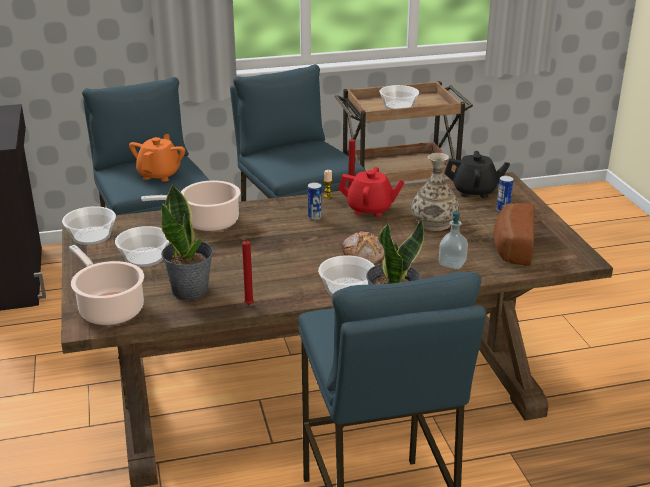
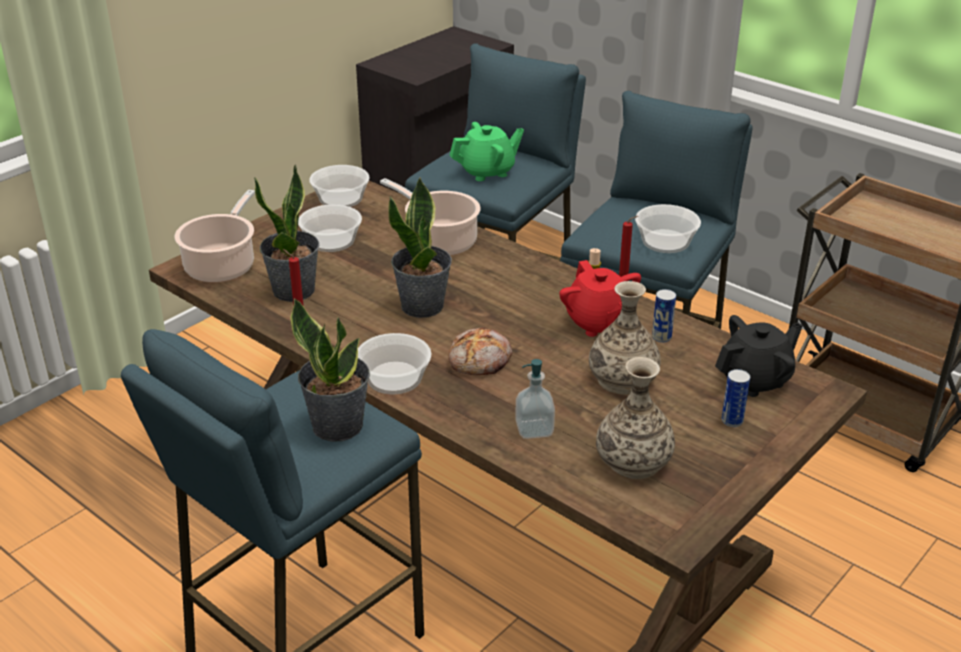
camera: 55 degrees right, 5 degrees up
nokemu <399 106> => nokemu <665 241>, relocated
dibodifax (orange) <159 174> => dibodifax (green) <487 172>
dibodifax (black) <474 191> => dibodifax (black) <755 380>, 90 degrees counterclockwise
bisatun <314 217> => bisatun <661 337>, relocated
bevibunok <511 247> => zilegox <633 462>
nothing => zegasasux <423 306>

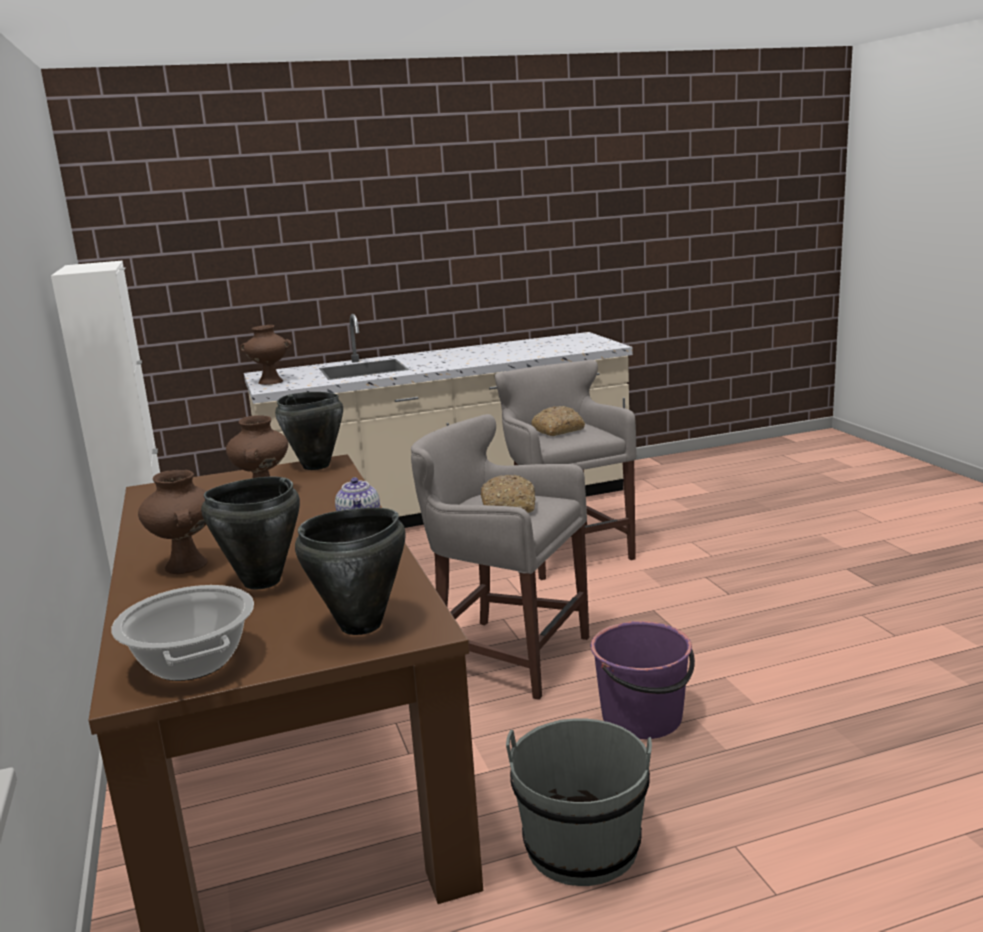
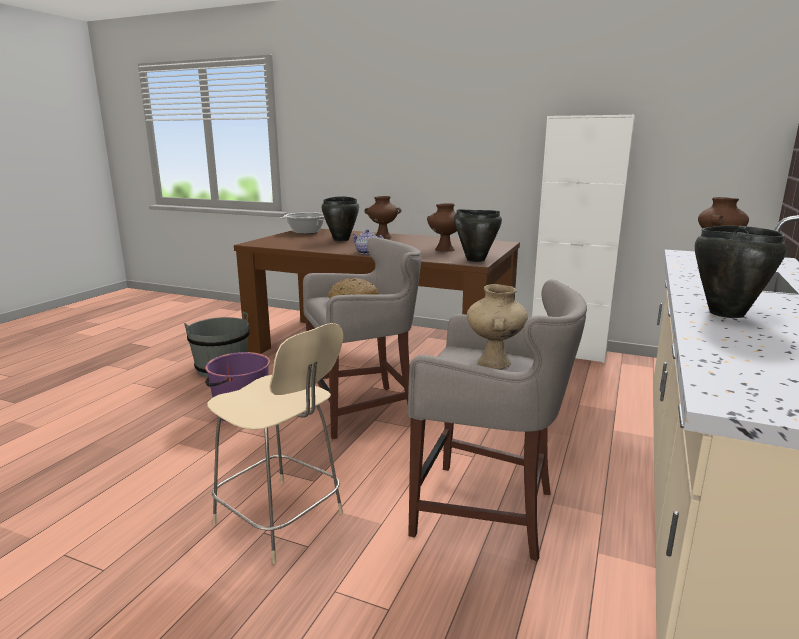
camera: 130 degrees right, 0 degrees up
bevibunok <558 430> => zilegox (beige) <495 363>
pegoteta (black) <361 625> => pegoteta (black) <725 313>, relocated
nothing => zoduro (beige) <282 520>

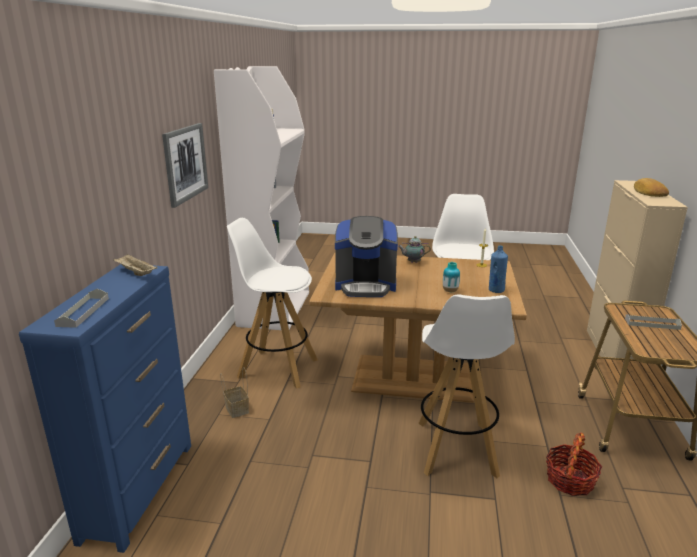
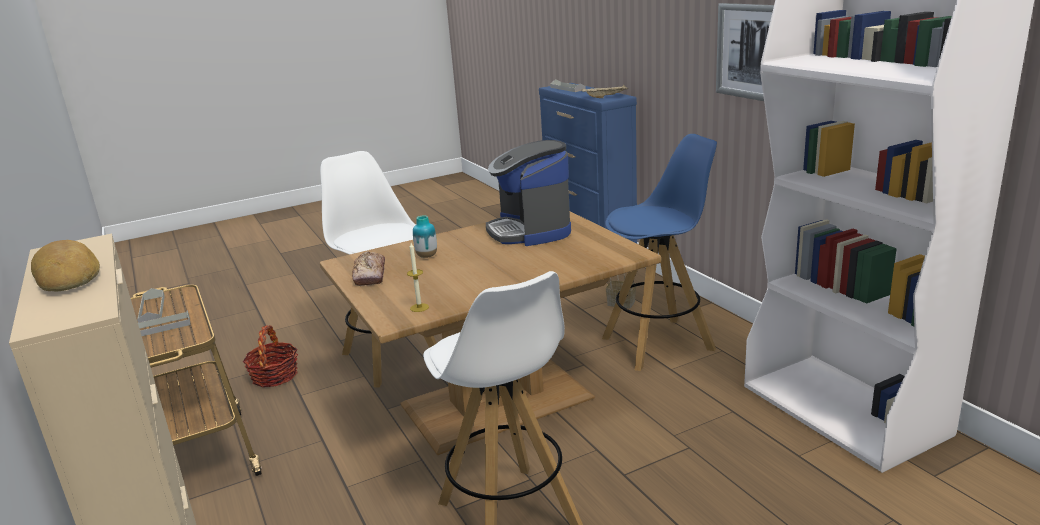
camera: 145 degrees right, 0 degrees up
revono <365 286> => revono <530 231>, 75 degrees counterclockwise
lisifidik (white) <277 368> => lisifidik (blue) <659 343>
dibodifax <413 262> => nothing
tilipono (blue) <496 290> => bevibunok <370 275>
nothing => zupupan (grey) <152 310>

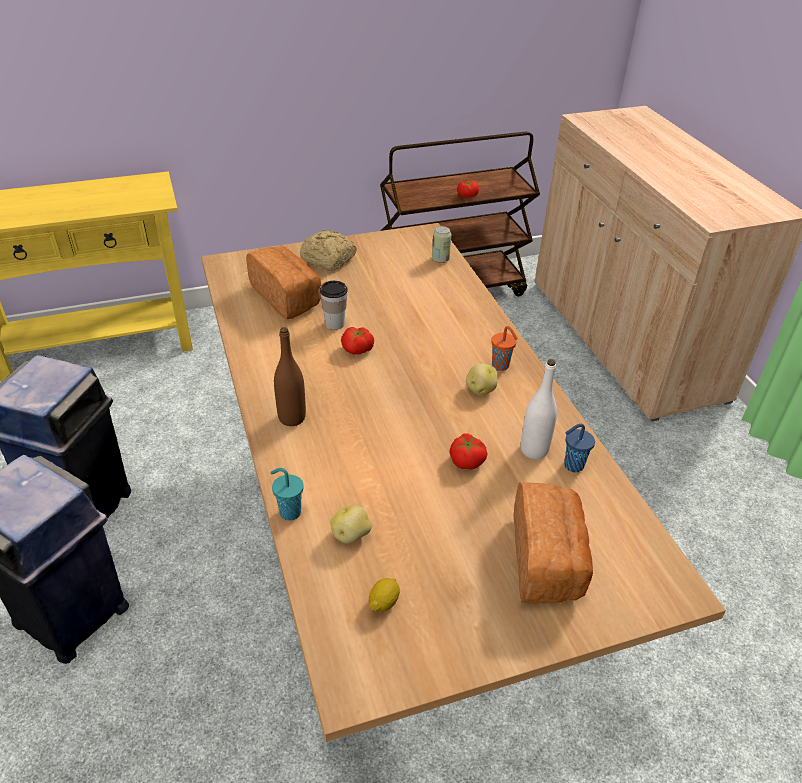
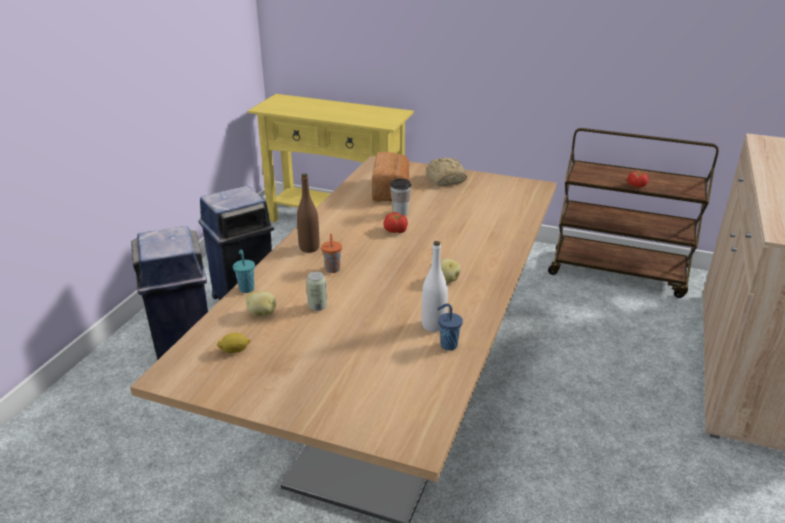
camera: 40 degrees right, 10 degrees down
bisatun <440 259> => bisatun <317 306>, relocated
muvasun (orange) <501 366> => muvasun (orange) <332 270>, relocated
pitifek <467 460> => nothing
bevibunok <547 560> => nothing

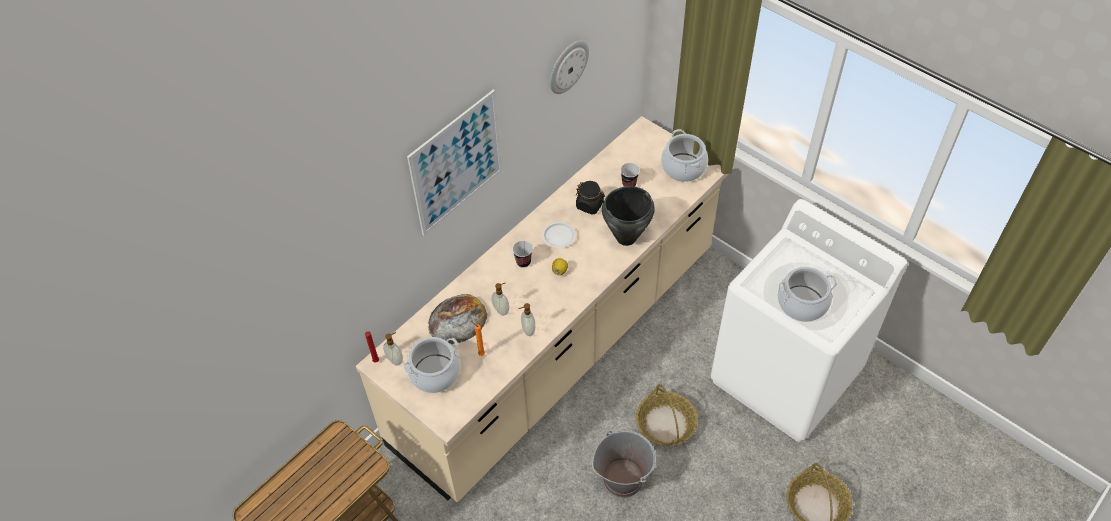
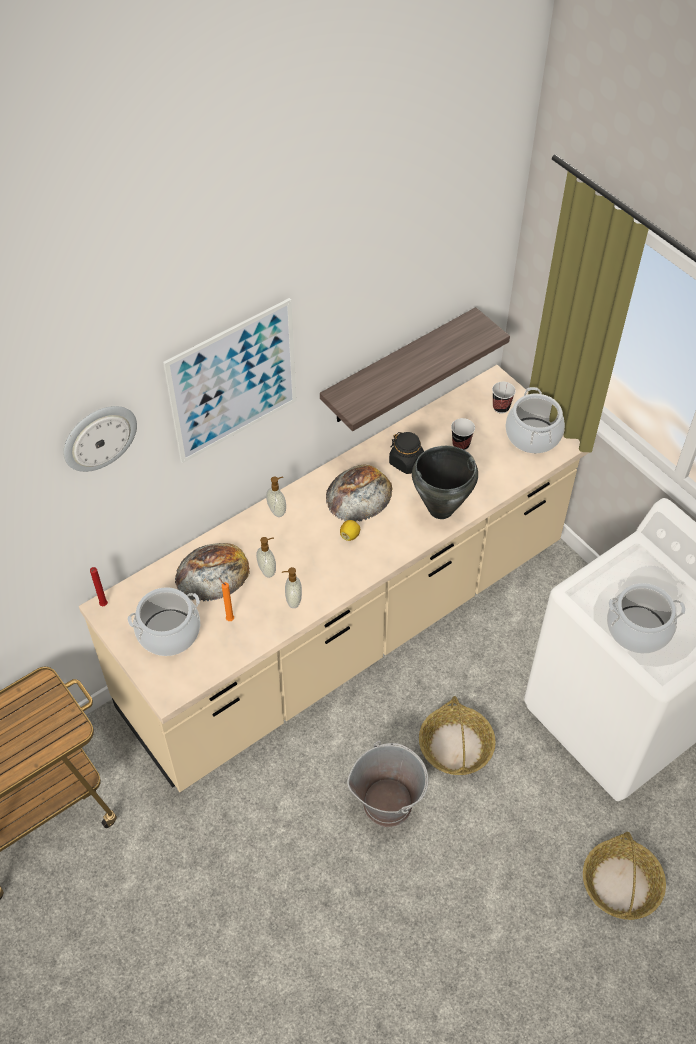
camera: 10 degrees right, 0 degrees up
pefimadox <567 66> => pefimadox <99 437>, relocated
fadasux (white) <558 236> => bevibunok <359 494>
muvasun <523 262> => muvasun <501 407>, relocated
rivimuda <395 359> => rivimuda <277 510>, relocated
nothing => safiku <399 367>

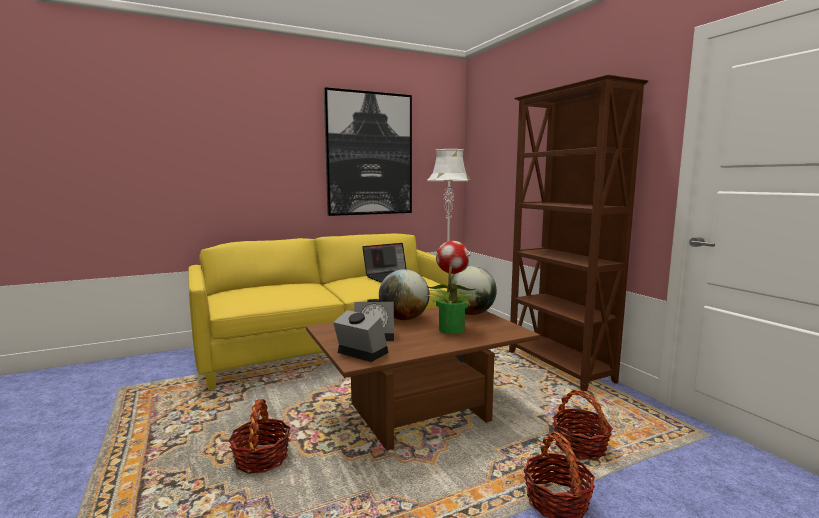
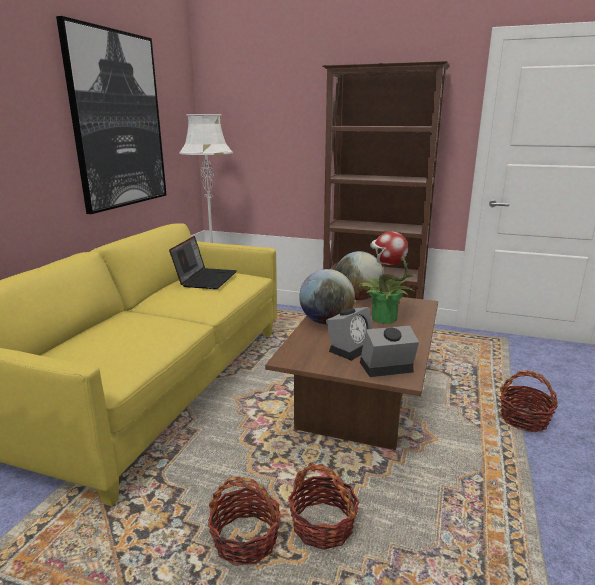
camera: 45 degrees left, 10 degrees up
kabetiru <580 446> => kabetiru <246 540>, relocated

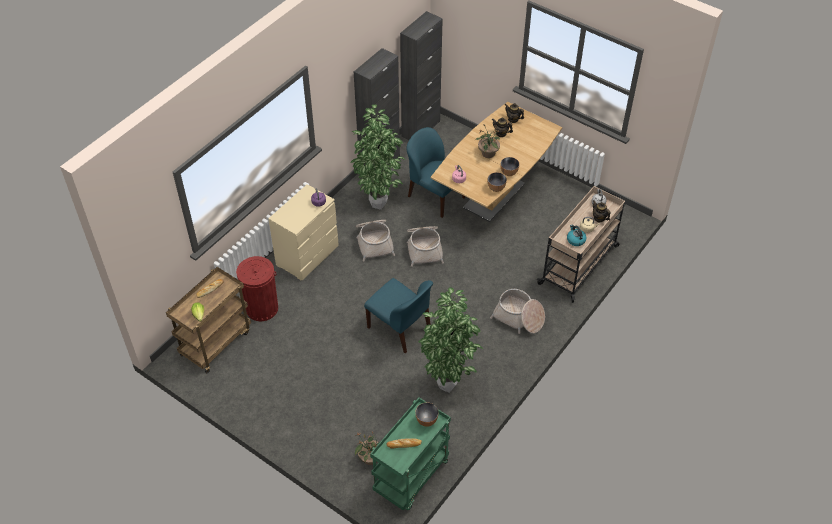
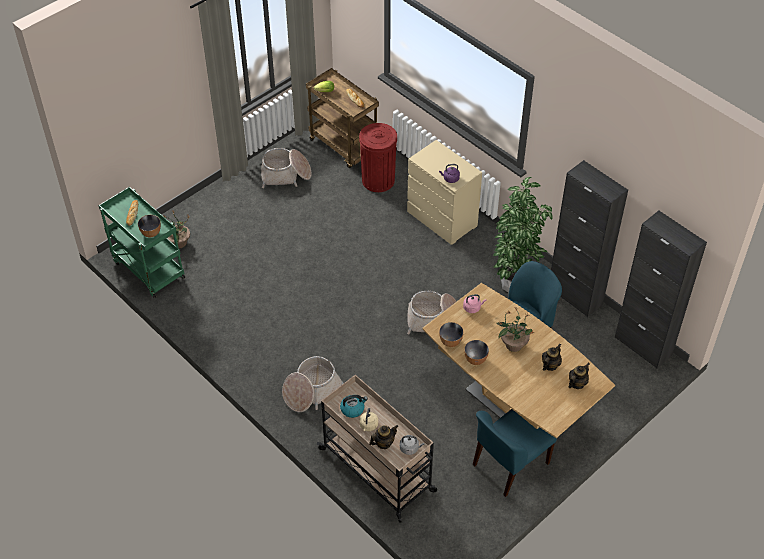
camera: 100 degrees right, 0 degrees up
kabetiru <374 242> => kabetiru <286 175>, relocated
zoduro (blue) <400 329> => zoduro (blue) <509 465>, relocated
zegasasux <448 383> => nothing

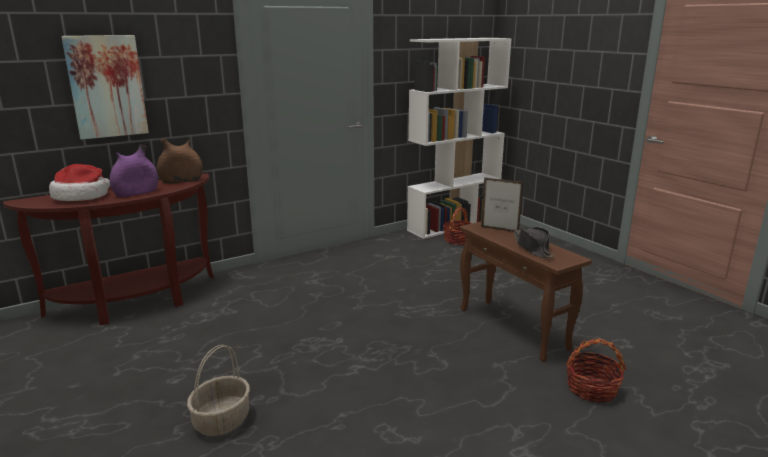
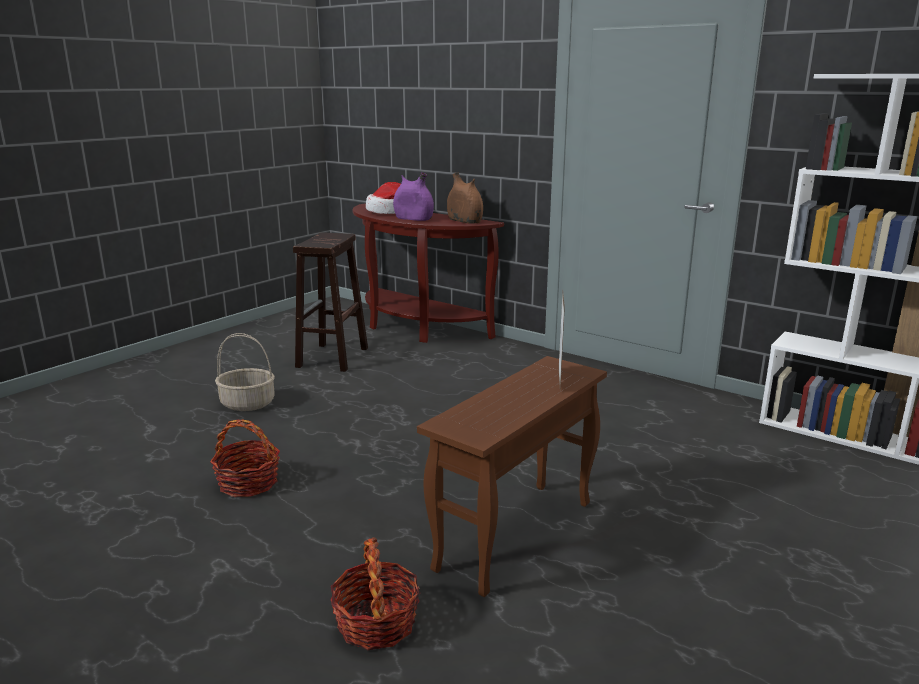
camera: 70 degrees right, 0 degrees up
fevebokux <106 86> => nothing
kabetiru <458 240> => kabetiru <248 483>, relocated
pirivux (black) <532 248> => nothing
nothing => lisifidik (brown) <332 358>

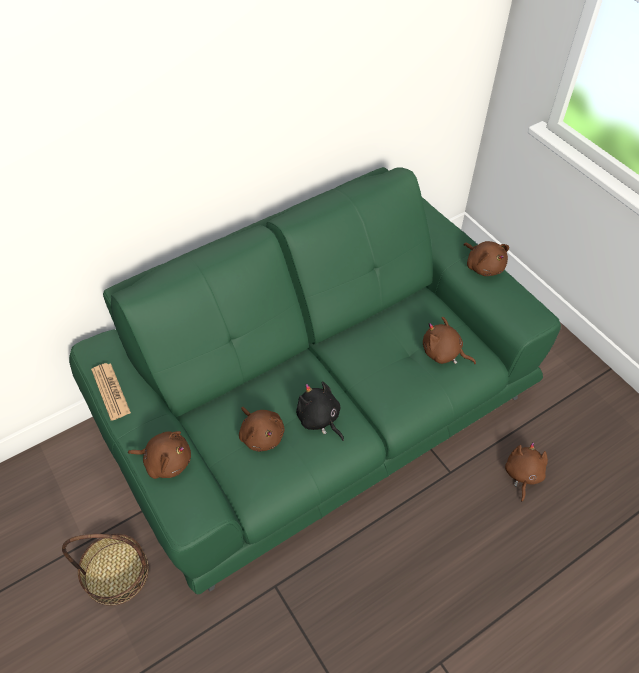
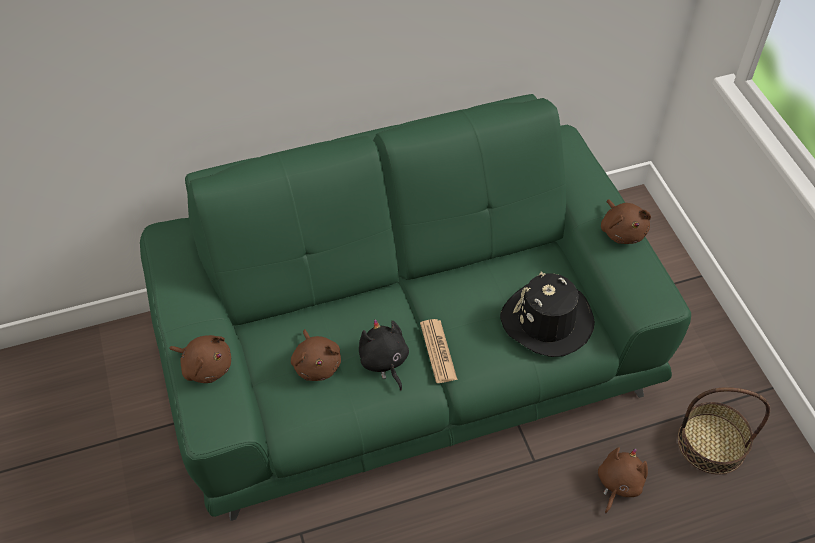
camera: 15 degrees right, 0 degrees up
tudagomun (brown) <443 353> => pirivux (black) <547 321>
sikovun <111 391> => sikovun <438 351>, relocated
kabetiru <116 573> => kabetiru <711 443>, relocated

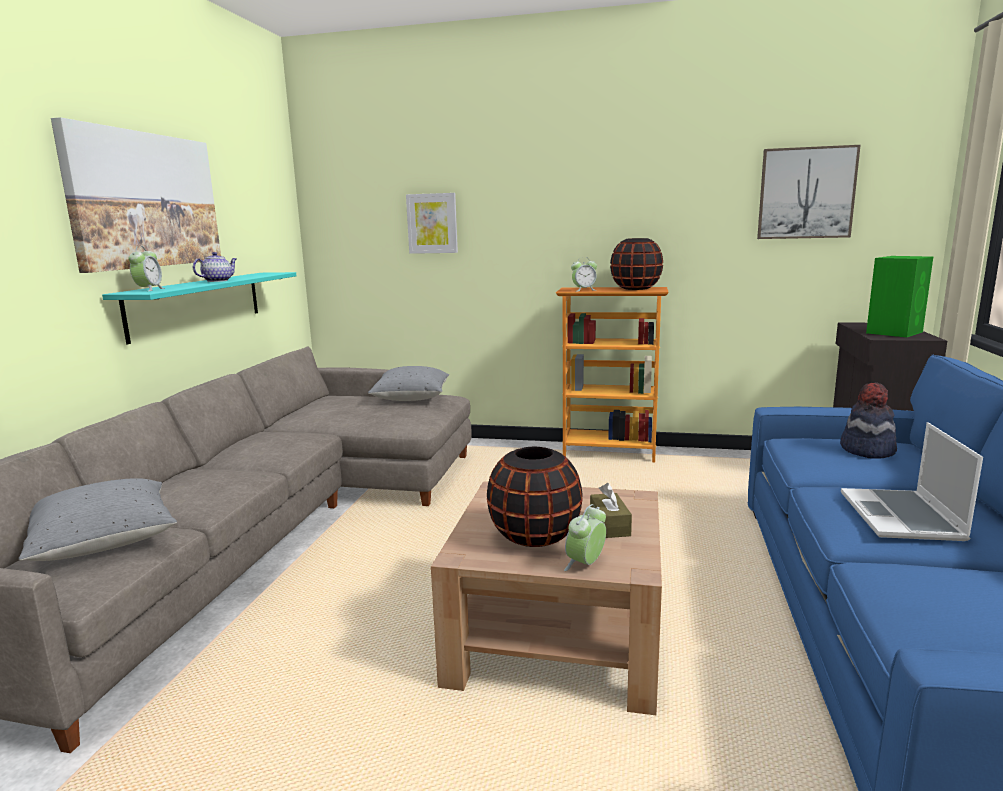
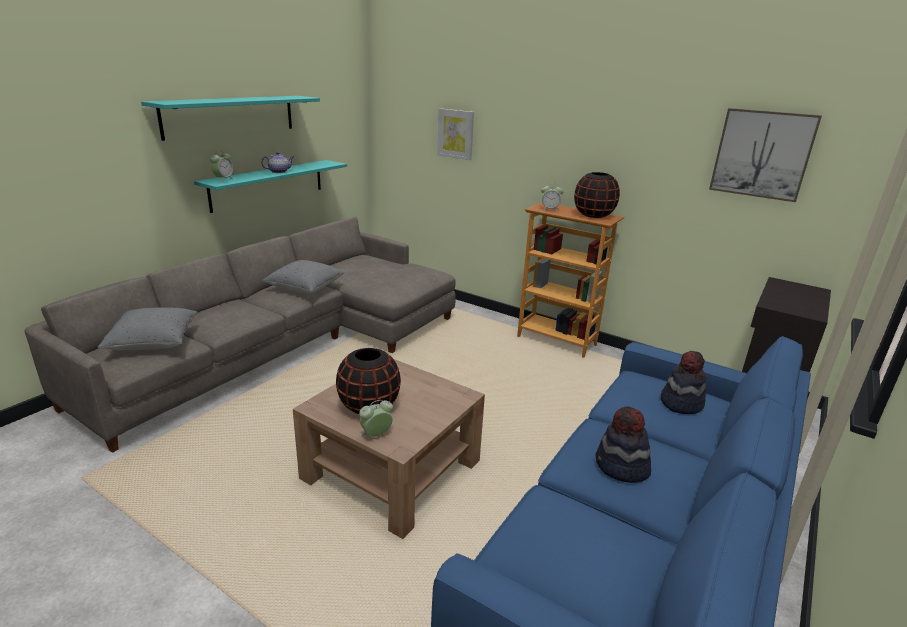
camera: 20 degrees right, 10 degrees up
fevebokux <145 200> => safiku (turquoise) <231 116>
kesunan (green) <895 332> => nothing
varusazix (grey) <411 398> => varusazix (grey) <305 288>, relocated
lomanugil <902 517> => pirivux <621 467>
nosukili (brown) <609 525> => nothing

